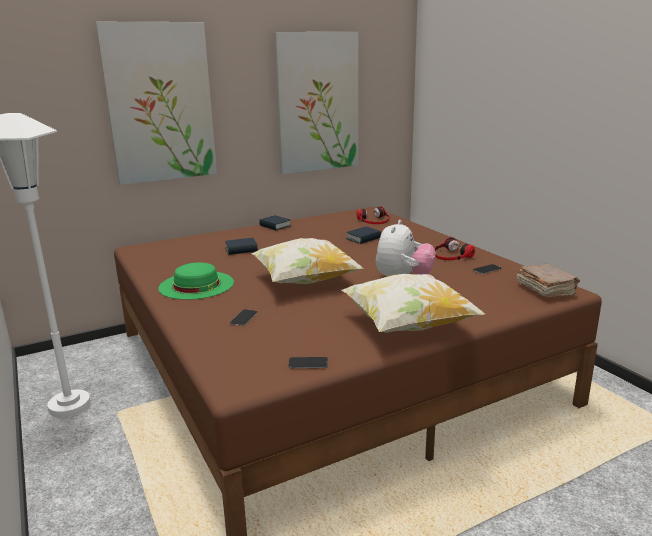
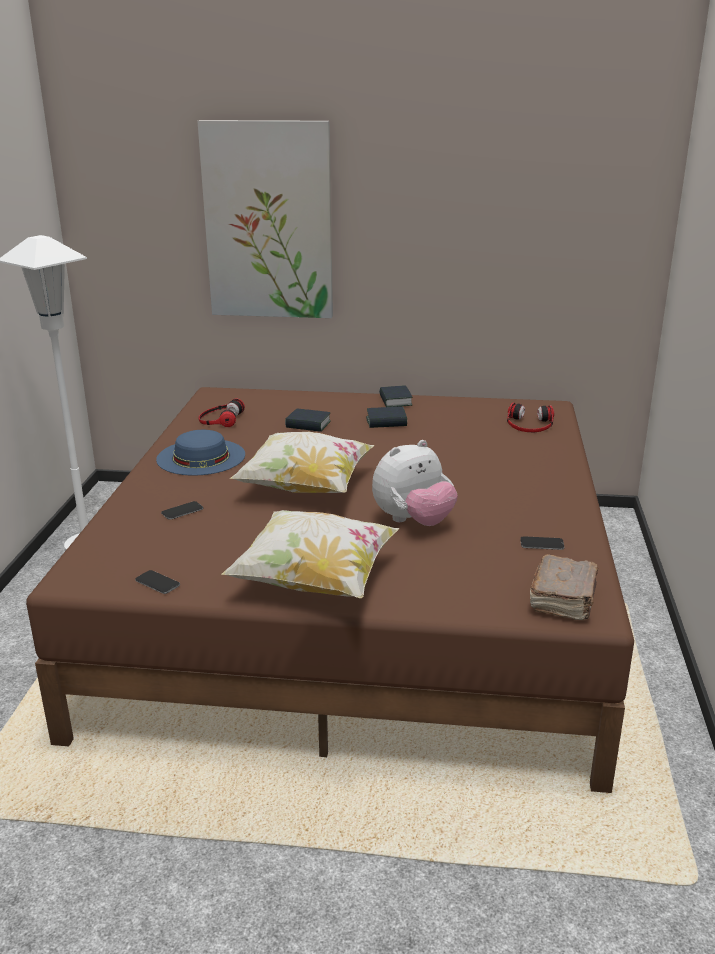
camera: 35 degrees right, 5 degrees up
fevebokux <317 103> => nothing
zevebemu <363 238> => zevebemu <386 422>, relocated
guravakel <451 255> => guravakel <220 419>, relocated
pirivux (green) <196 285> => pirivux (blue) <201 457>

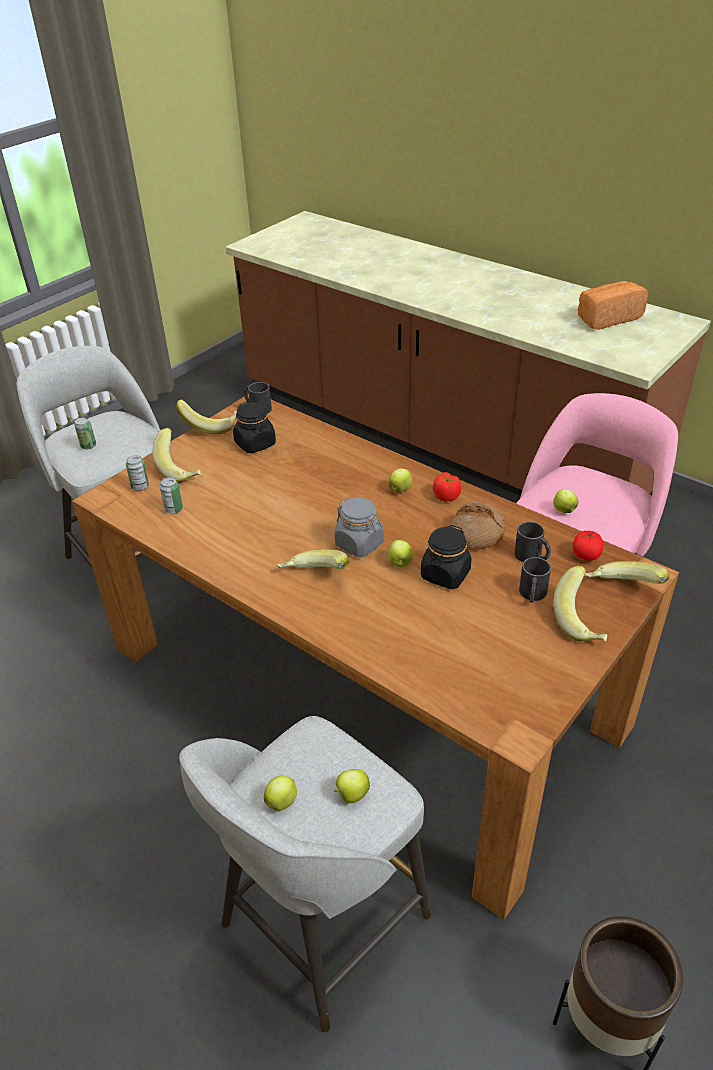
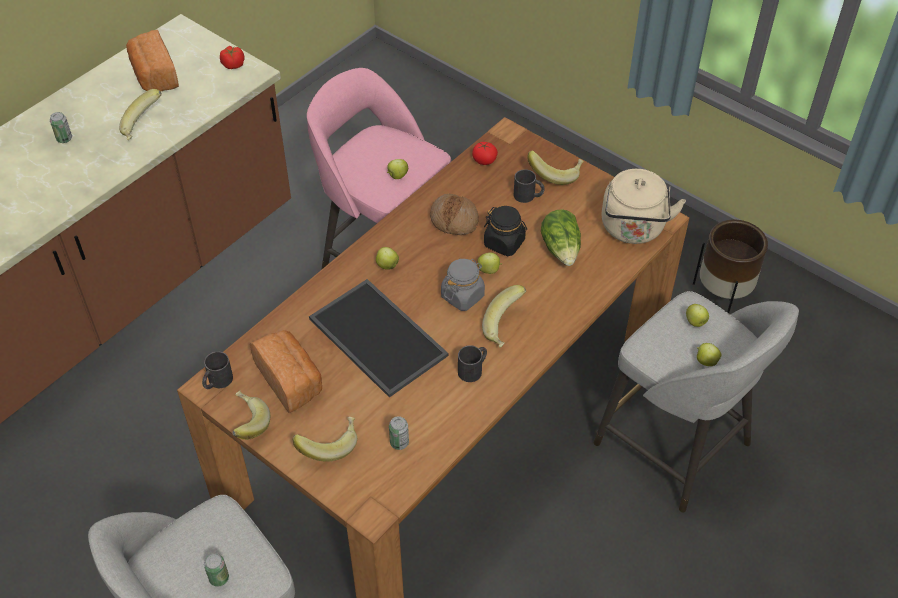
camera: 90 degrees left, 10 degrees up
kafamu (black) <255 444> => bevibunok <290 380>
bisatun <140 486> => bisatun <64 139>, relocated
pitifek <446 496> => pitifek <233 65>, relocated
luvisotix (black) <532 557> => luvisotix (black) <473 369>, relocated
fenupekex <622 590> => fenupekex <143 127>, relocated
nothing => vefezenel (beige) <633 229>
nothing => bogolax <561 249>
nothing => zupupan <375 337>

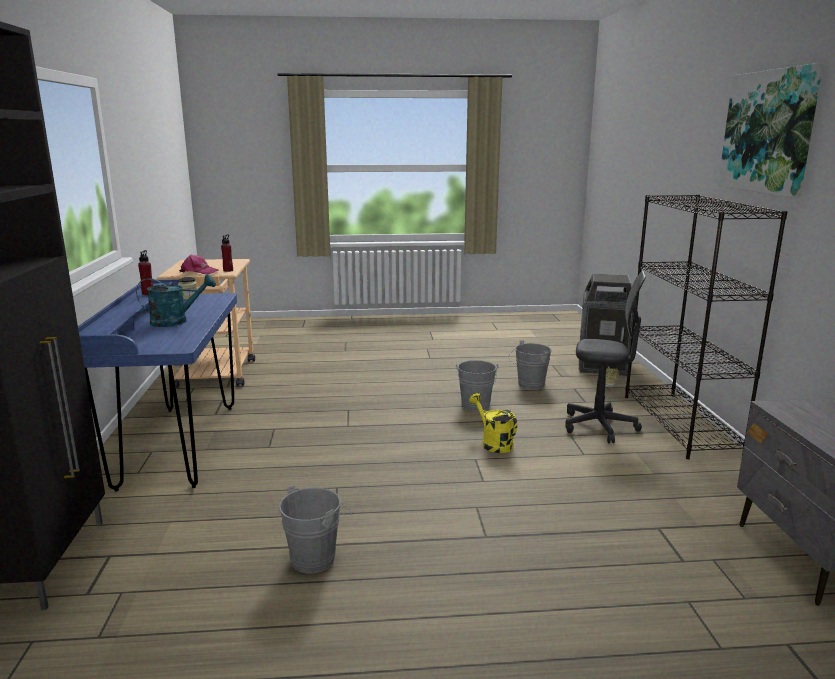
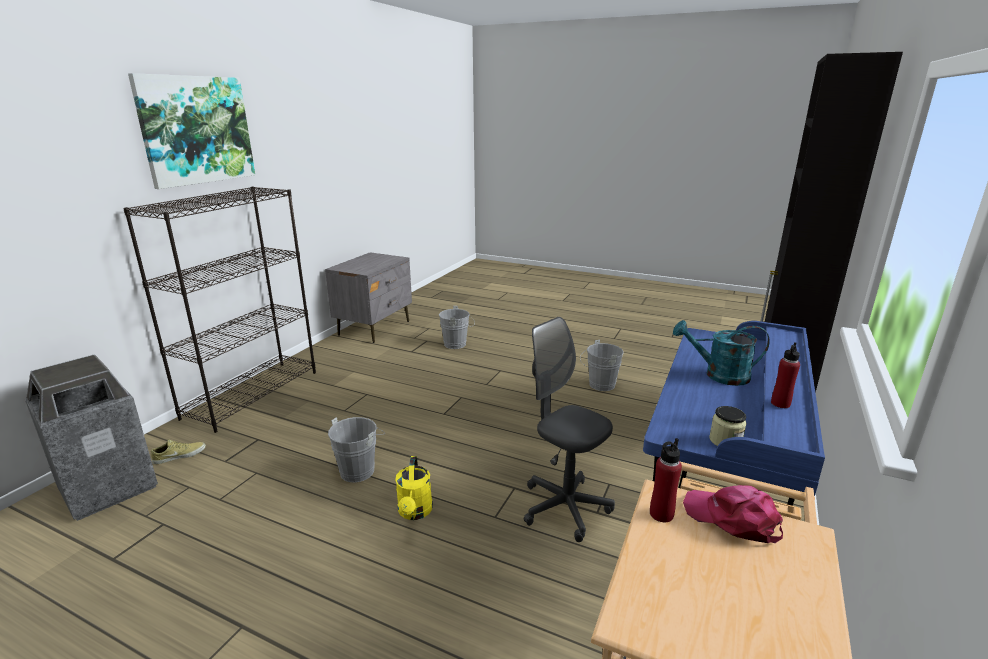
camera: 150 degrees left, 5 degrees up
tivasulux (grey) <599 426> => tivasulux (grey) <565 507>, relocated
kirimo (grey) <528 385> => kirimo (grey) <457 344>, relocated
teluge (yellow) <493 443> => teluge (yellow) <414 512>, relocated

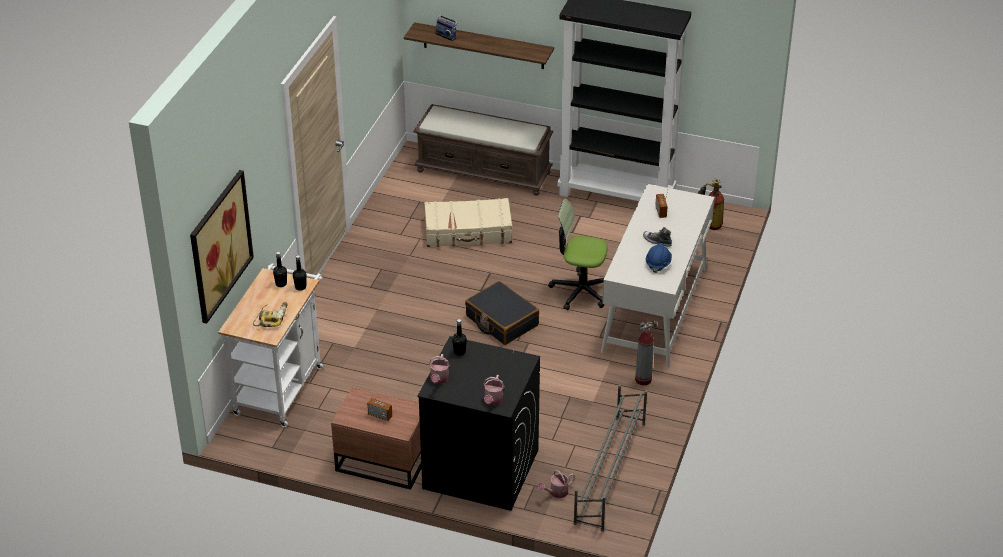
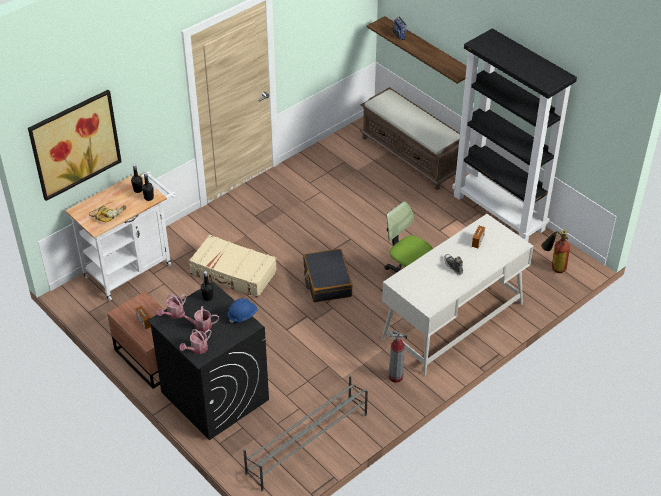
camera: 30 degrees right, 5 degrees up
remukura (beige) <468 232> => remukura (beige) <233 273>, relocated
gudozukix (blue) <658 264> => gudozukix (blue) <242 315>, relocated
teluge <556 492> => teluge <200 325>, relocated

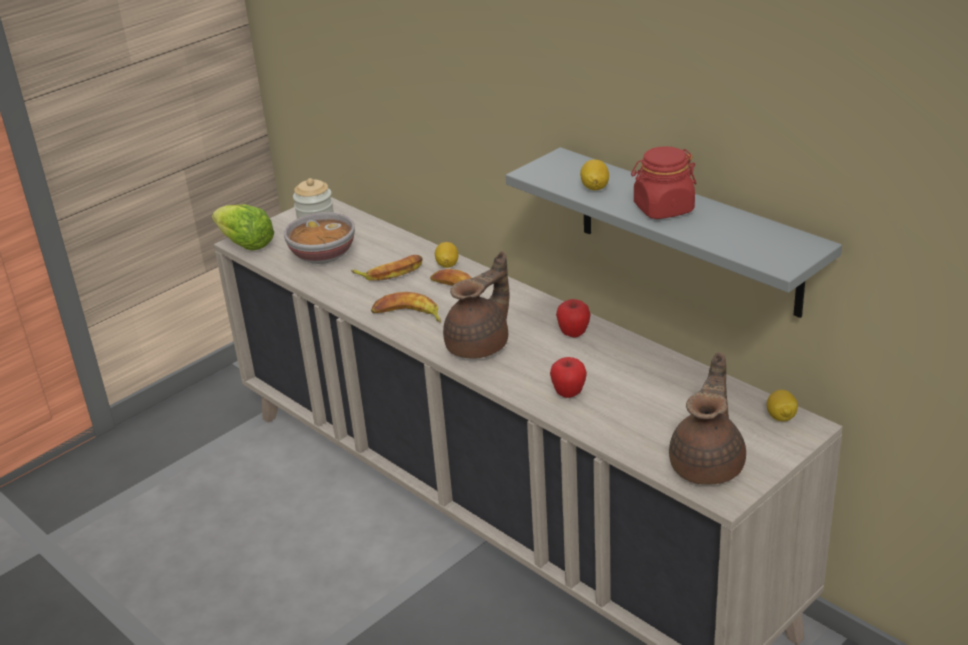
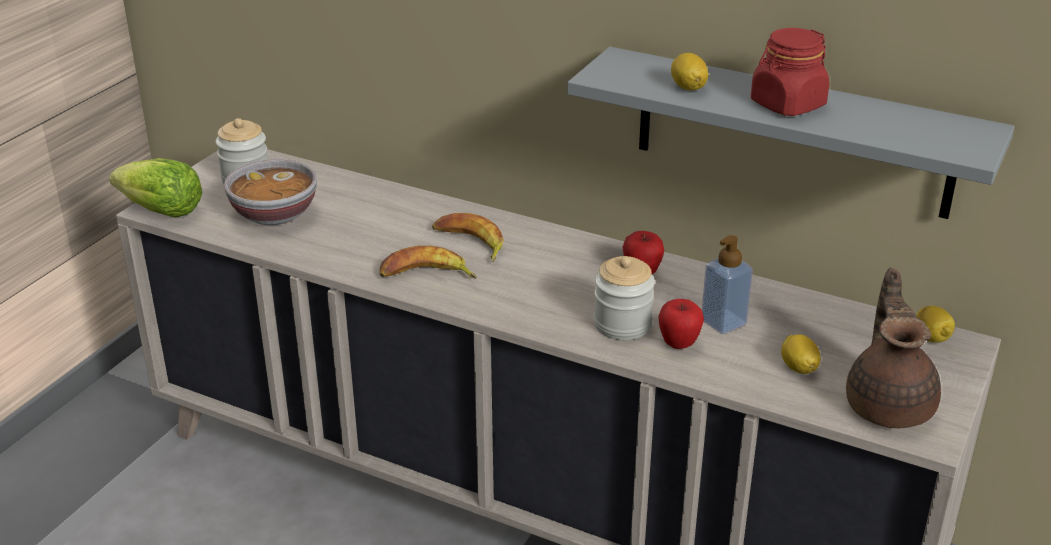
camera: 20 degrees left, 0 degrees up
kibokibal <447 265> => kibokibal <798 368>, relocated
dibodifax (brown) <480 345> => nothing
fenupekex <391 272> => nothing
nothing => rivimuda <723 322>
nothing => kafamu <622 324>

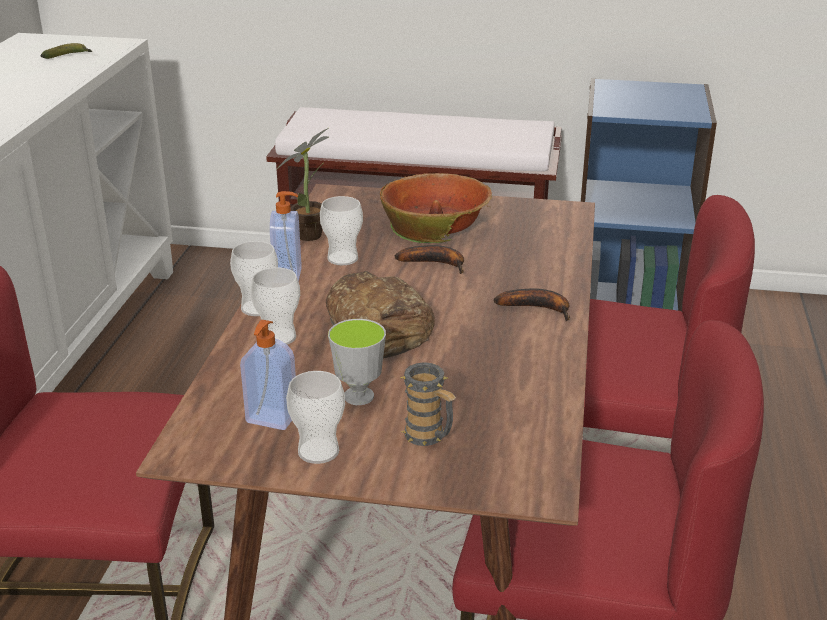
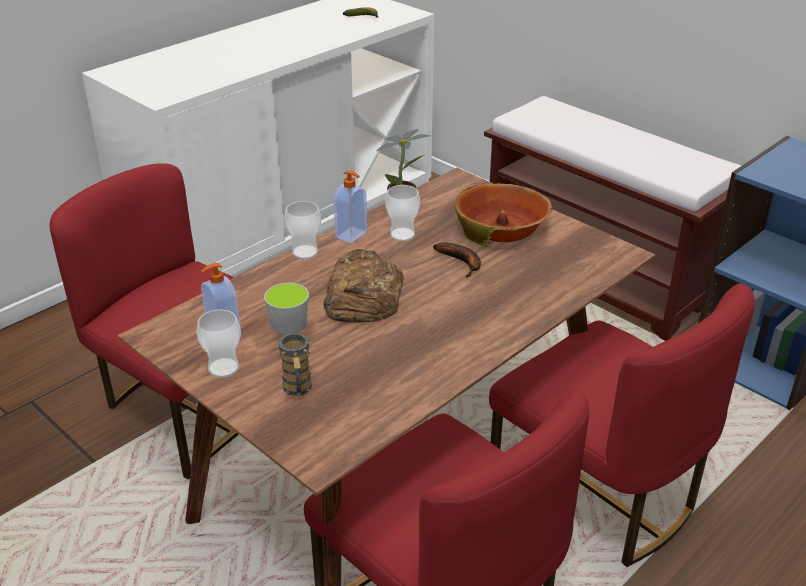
camera: 35 degrees right, 5 degrees up
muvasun <278 337> => nothing
fenupekex <538 308> => nothing

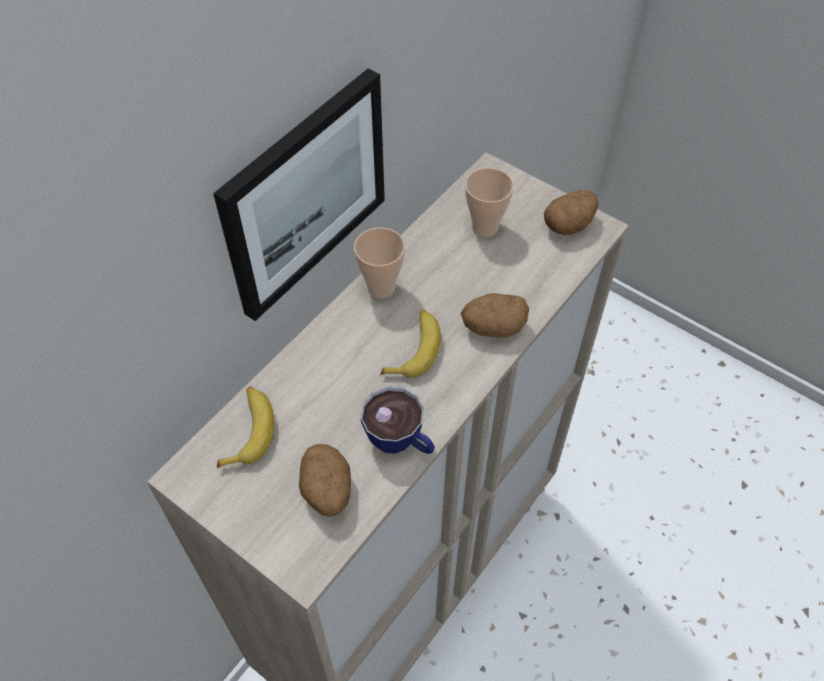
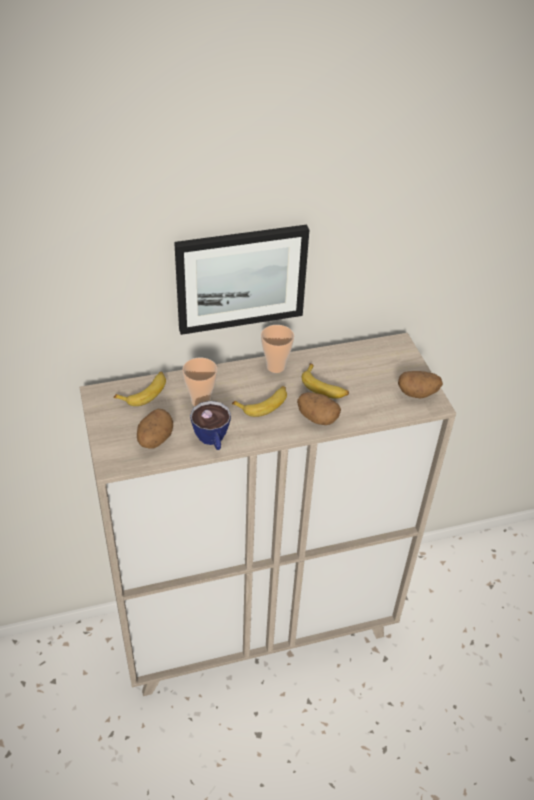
camera: 35 degrees right, 10 degrees down
muvasun <485 227> => muvasun <200 401>, relocated
nothing => fenupekex <324 387>

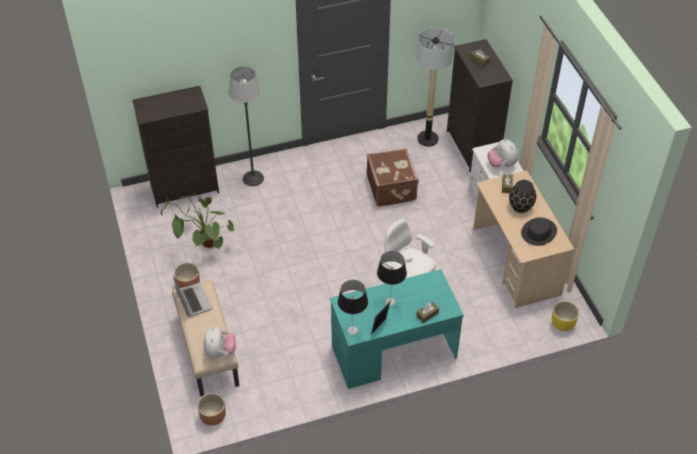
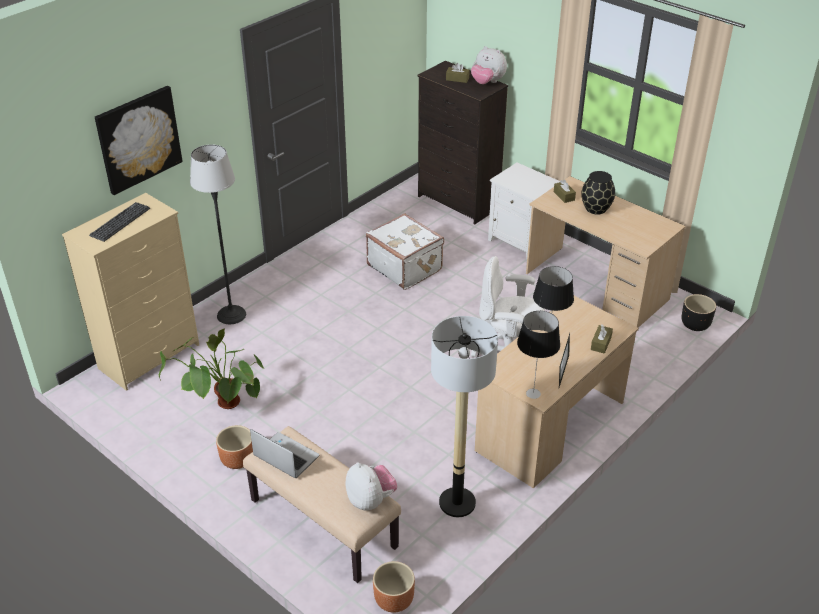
camera: 30 degrees left, 10 degrees down
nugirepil <427 139> => nugirepil <457 503>, relocated
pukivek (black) <185 189> => pukivek (beige) <150 356>
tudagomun <501 164> => tudagomun <487 82>, relocated
remukura (brown) <392 188> => remukura (white) <405 267>
pirivux (black) <539 232> => nothing
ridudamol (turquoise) <393 352> => ridudamol (beige) <550 426>
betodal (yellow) <563 324> => betodal (black) <695 325>
nothing => fevebokux <138 139>
nothing => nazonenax <120 222>

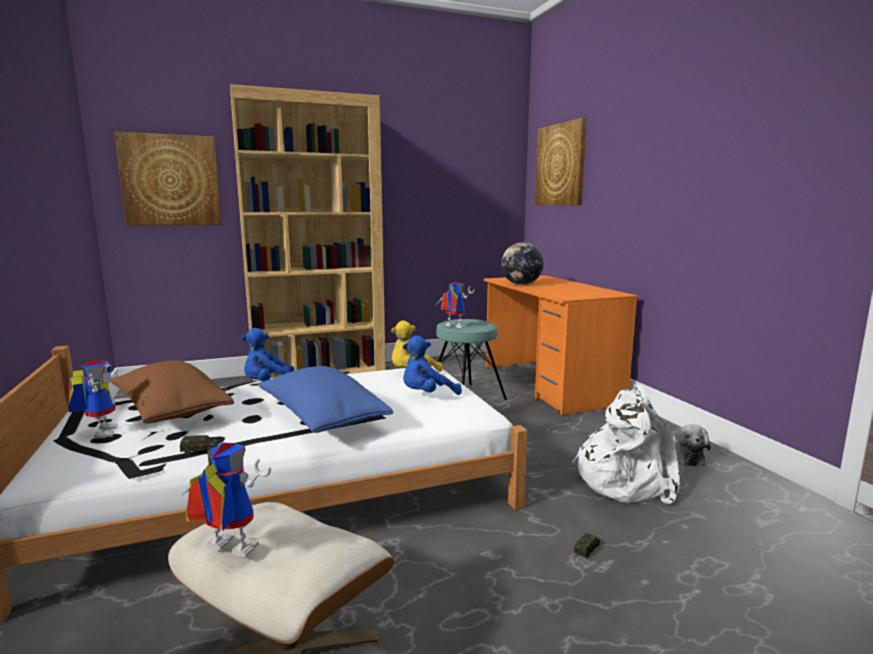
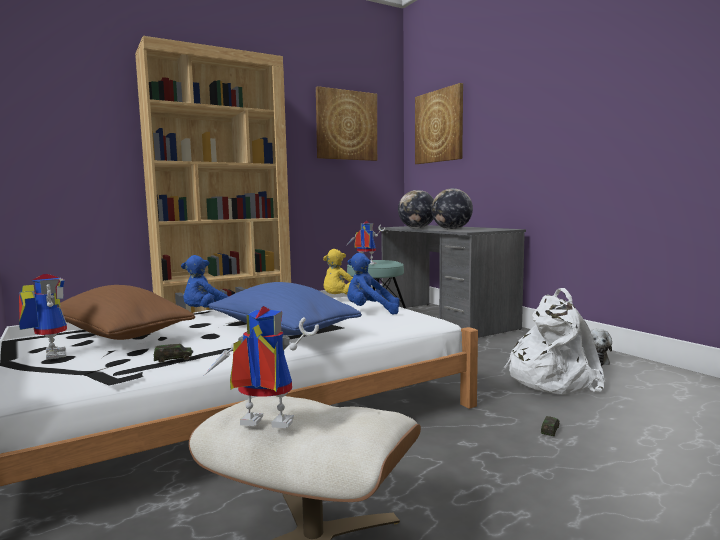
camera: 10 degrees left, 5 degrees down
fevebokux <171 180> => fevebokux <346 125>, relocated
ridudamol (orange) <549 385> => ridudamol (grey) <445 319>
tudagomun (blue) <427 395> => tudagomun (blue) <370 312>, 45 degrees clockwise
nothing => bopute <451 229>

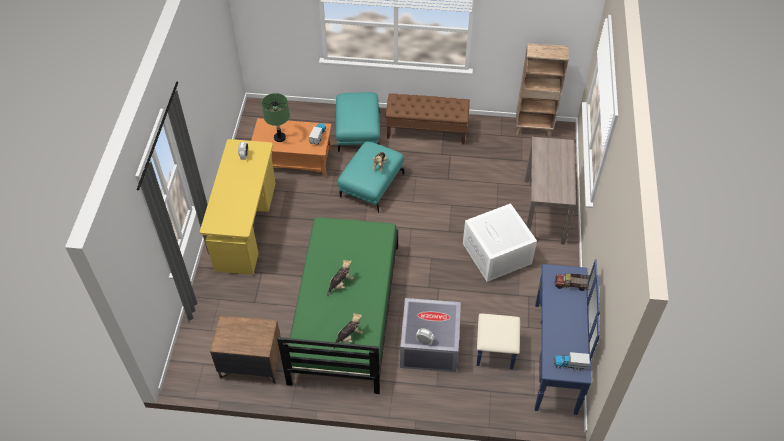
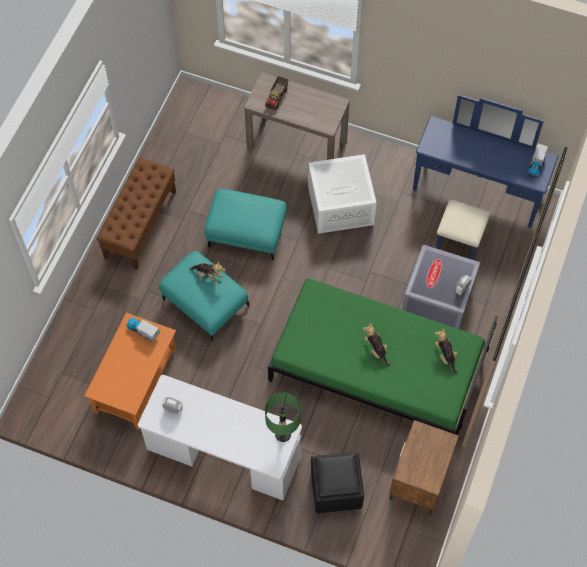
camera: 75 degrees left, 10 degrees up
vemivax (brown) <533 129> => nothing
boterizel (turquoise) <358 131> => boterizel (turquoise) <246 233>, relocated
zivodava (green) <279 138> => zivodava (green) <283 434>, relocated
ridudamol (yellow) <246 226> => ridudamol (white) <223 454>
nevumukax <571 285> => nevumukax <277 97>, relocated
nothing => boterizel (black) <335 490>

